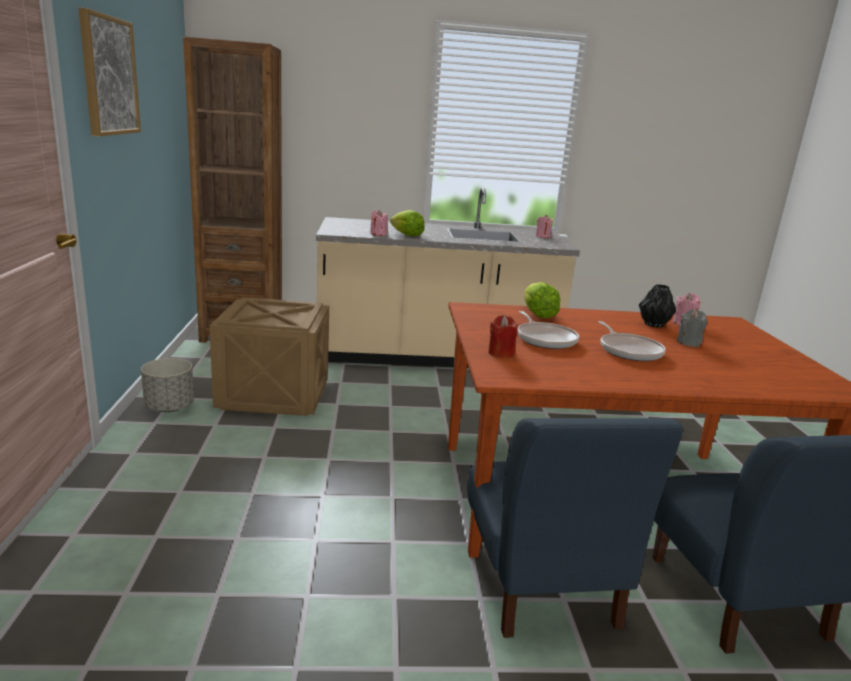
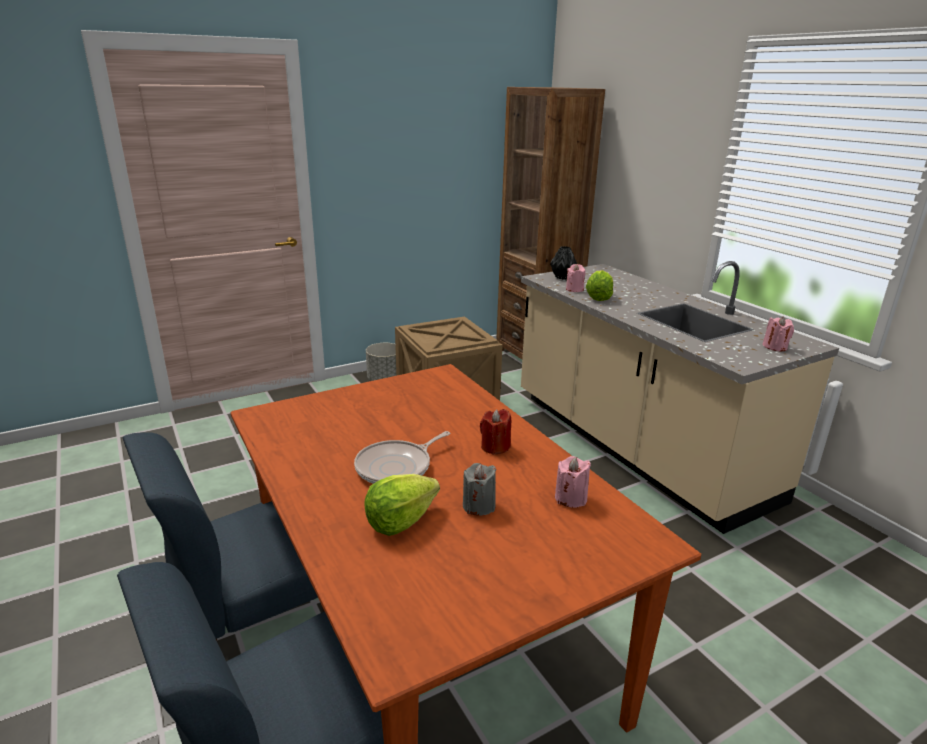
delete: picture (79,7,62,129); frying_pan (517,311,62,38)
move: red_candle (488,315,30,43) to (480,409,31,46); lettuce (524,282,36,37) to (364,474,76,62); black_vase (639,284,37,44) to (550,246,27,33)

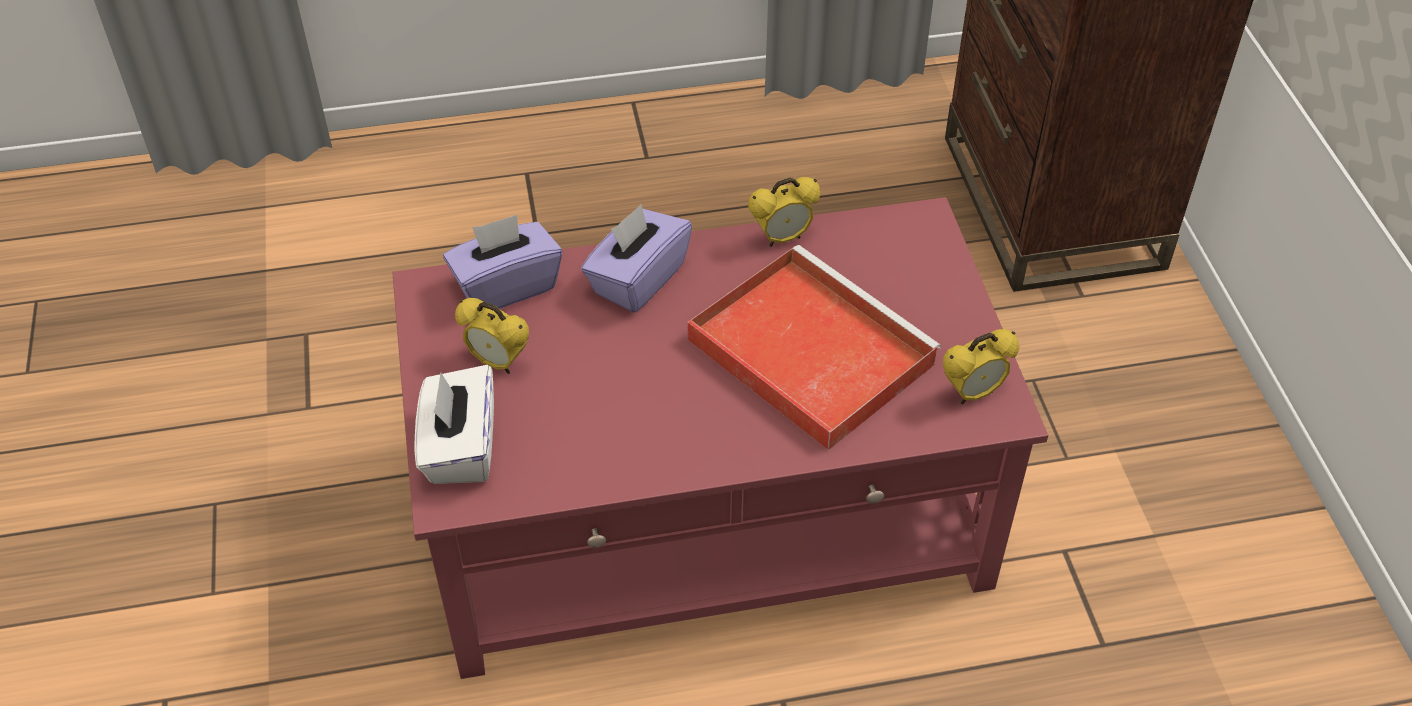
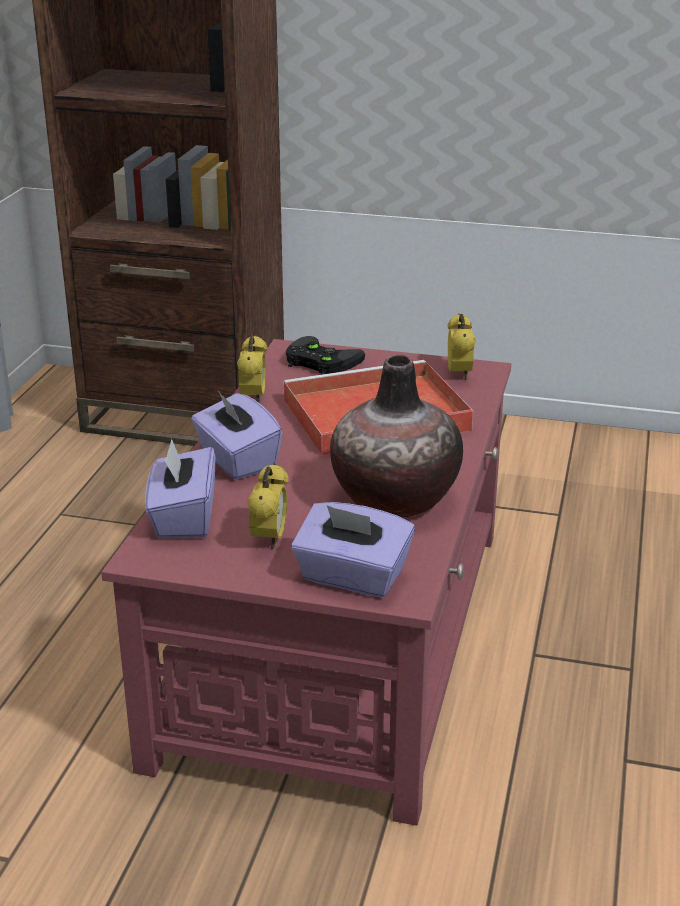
insert: black_game_controller (286,336,79,39); vase (330,355,133,163)
recolor: white_tissue_box (414,365,80,119) to purple_tissue_box (291,502,124,95)
rotate: alarm_clock (455,298,74,76) = (247,463,42,86) 45 degrees counterclockwise

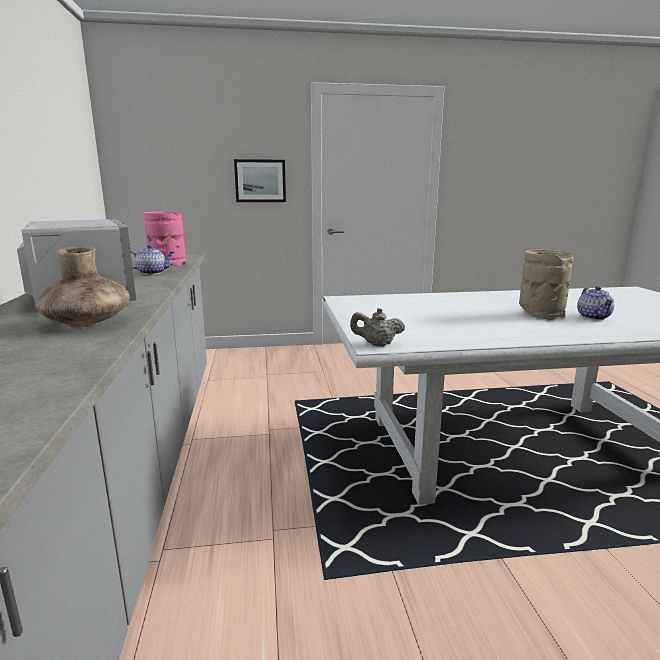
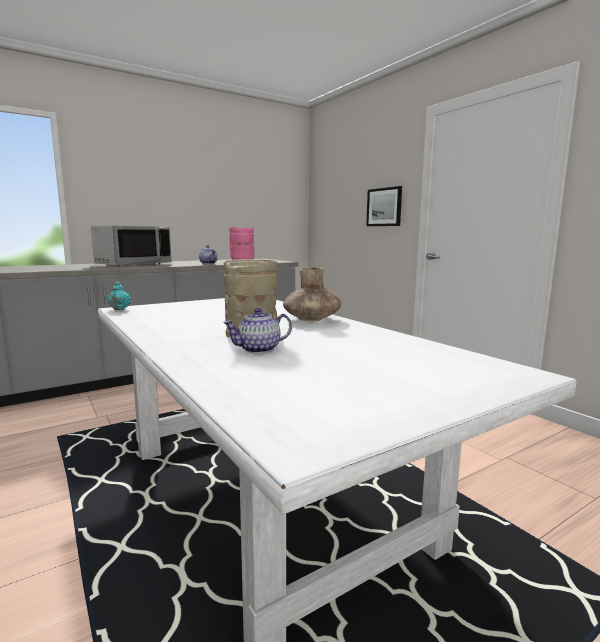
move: brown_vase (35,247,95,80) to (283,267,59,54)
recolor: beige_teapot (350,308,56,39) to turquoise_teapot (108,281,23,29)

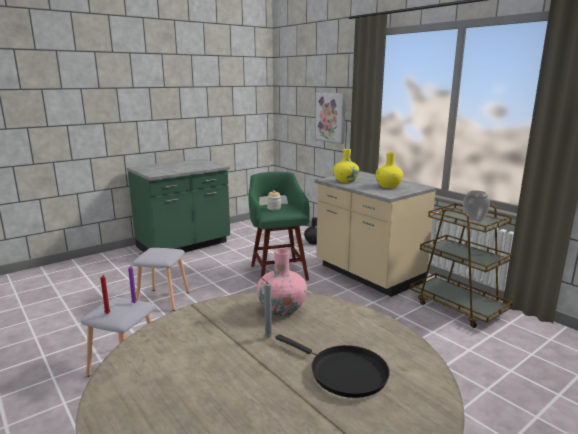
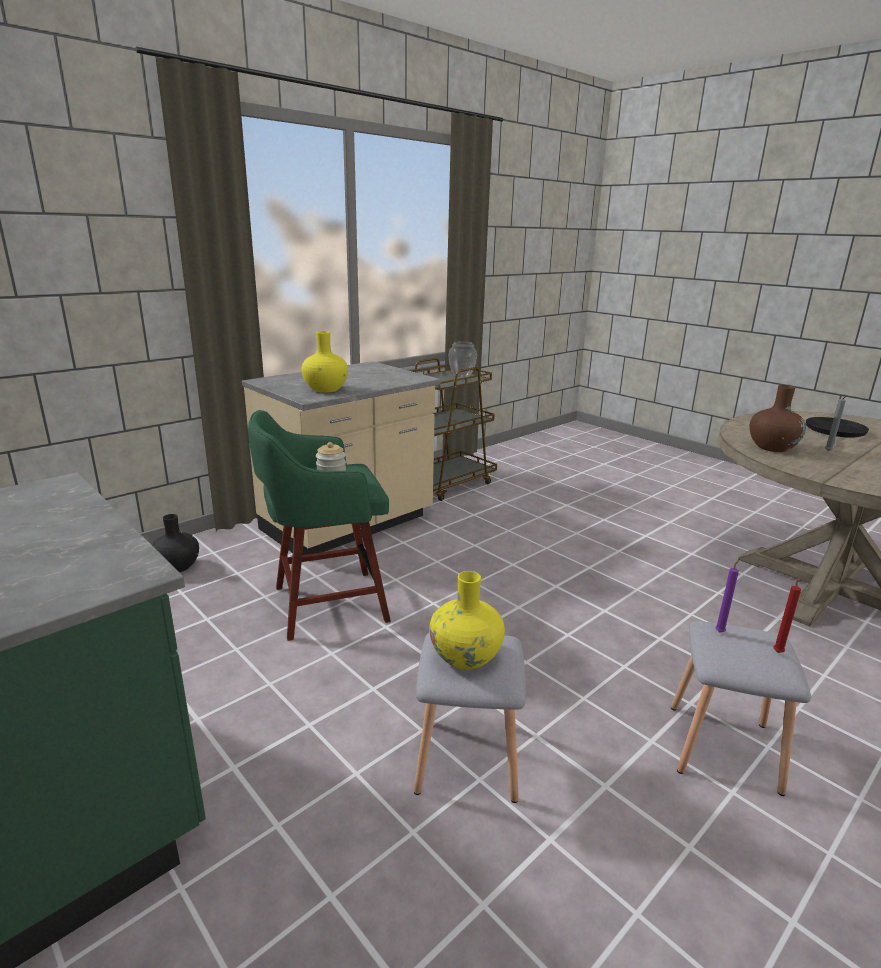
delete: picture (315,92,31,52)
move: yellow_vase (376,152,27,36) to (429,571,76,99)
recolor: pink_vase (257,248,50,68) to brown_vase (749,385,57,67)

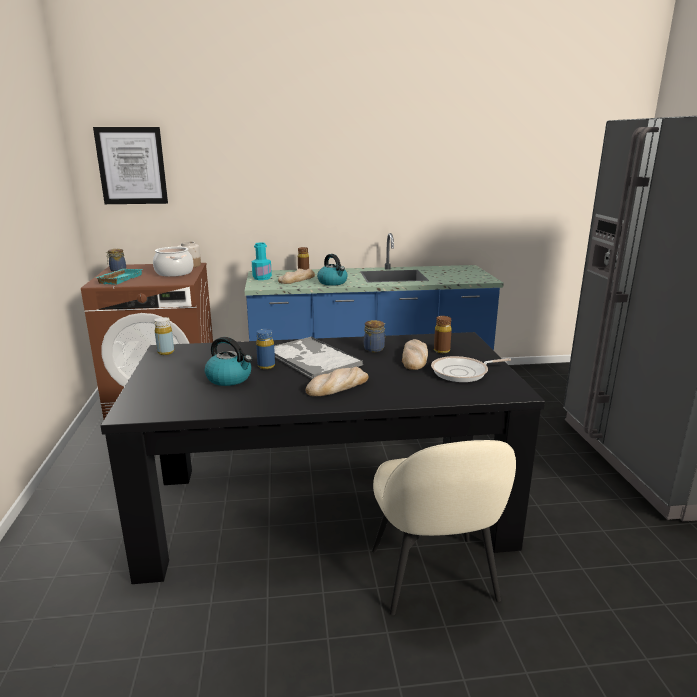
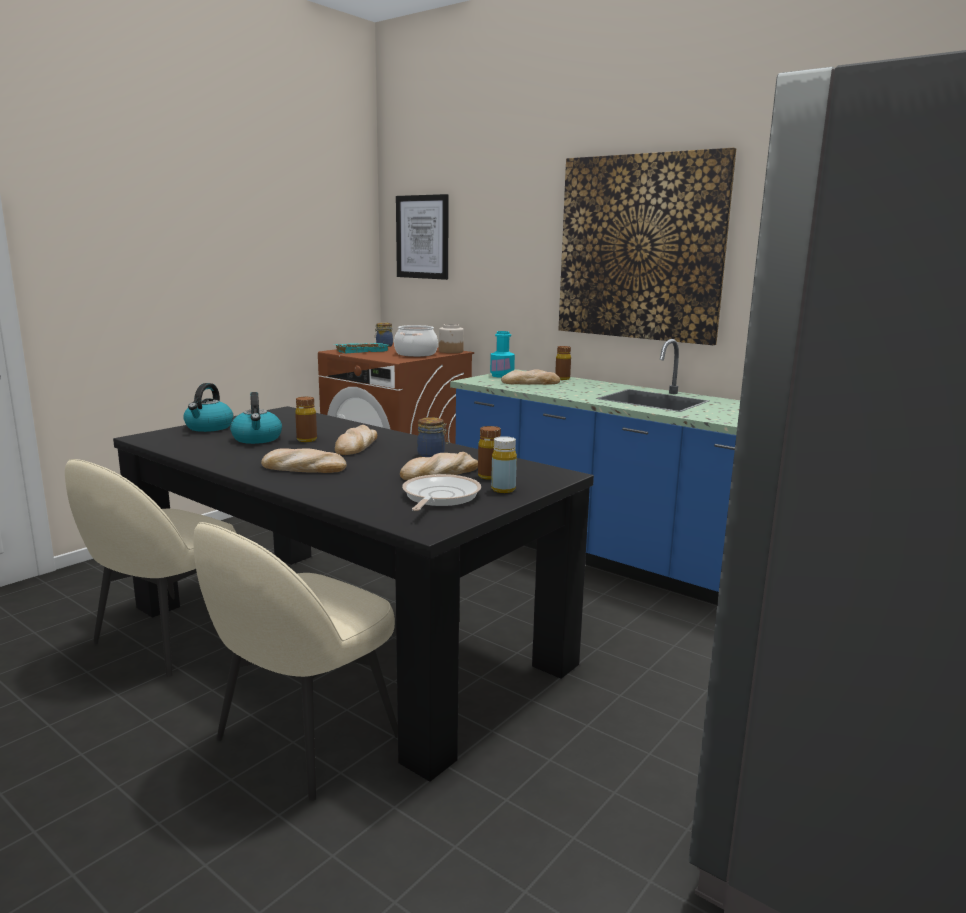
insert: beige_chair (65,459,171,218); picture (558,148,178,197)
move: yellow_bottle (154,317,20,38) to (491,436,26,57); kettle (317,254,31,32) to (183,383,50,49)
replace: tray (274,337,89,42) to bread (335,425,42,30)
recolor: blue_bottle (256,329,19,40) to brown_bottle (295,397,22,45)
rotate: frying_pan (431,356,80,26) = (402,474,79,37) 75 degrees clockwise

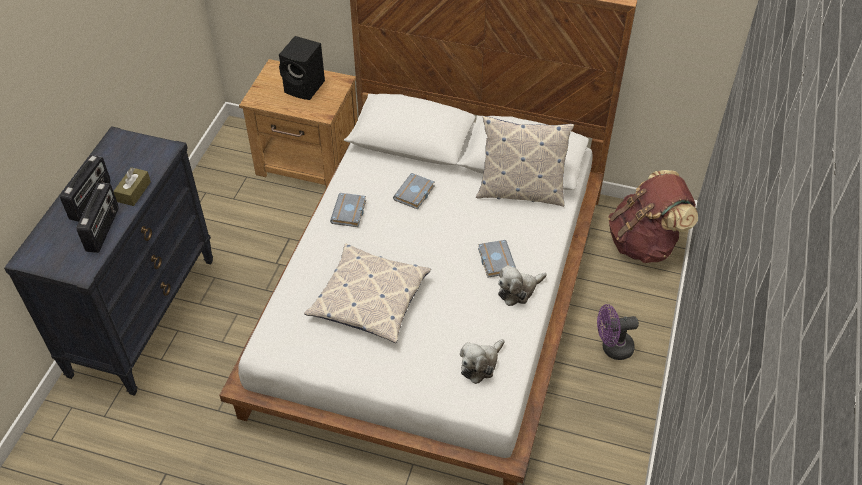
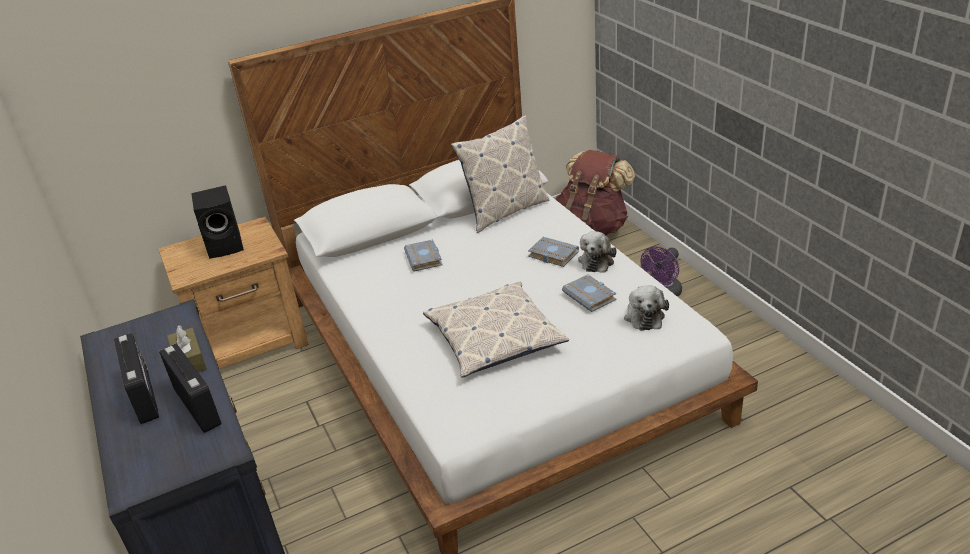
move: grey_book (330,193,36,34) to (562,274,54,38)

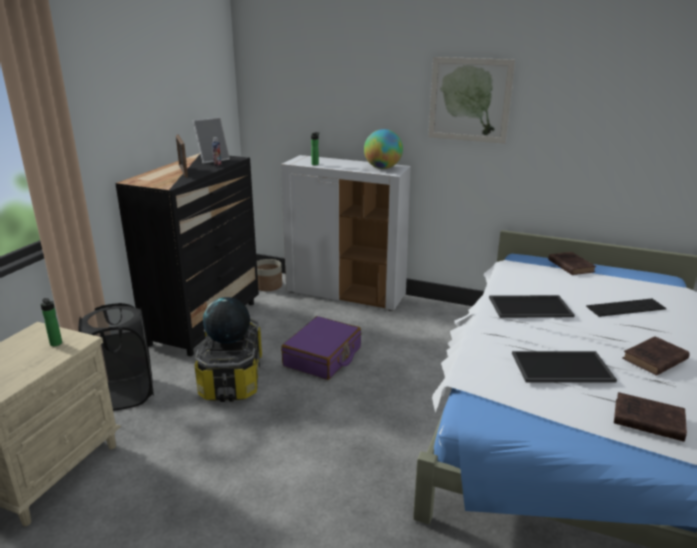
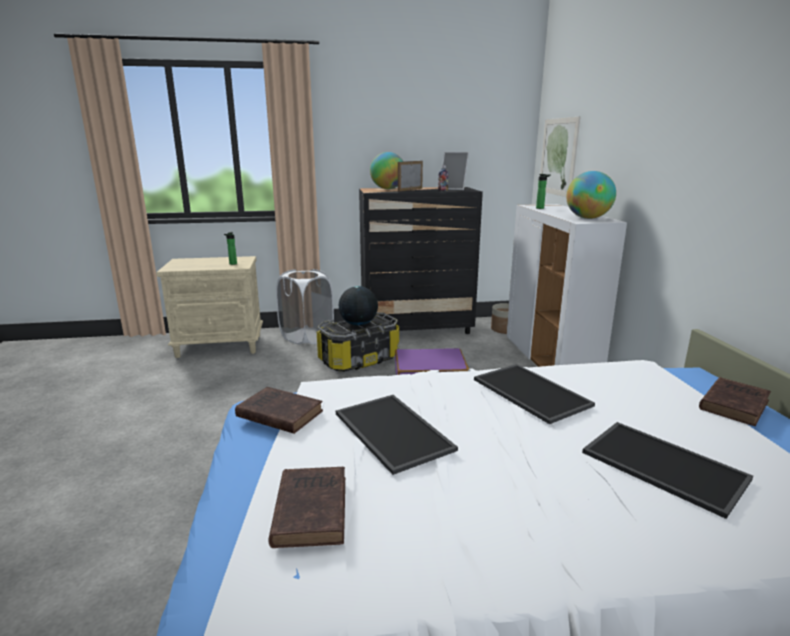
insert: globe (370,152,34,37)
move: picture (428,57,87,87) to (540,117,40,80); brown_book (623,336,67,40) to (235,387,88,47)
replace: keyboard (586,299,81,18) to tray (582,422,171,97)
recolor: black_laundry_basket (79,303,75,108) to white_laundry_basket (276,269,58,76)

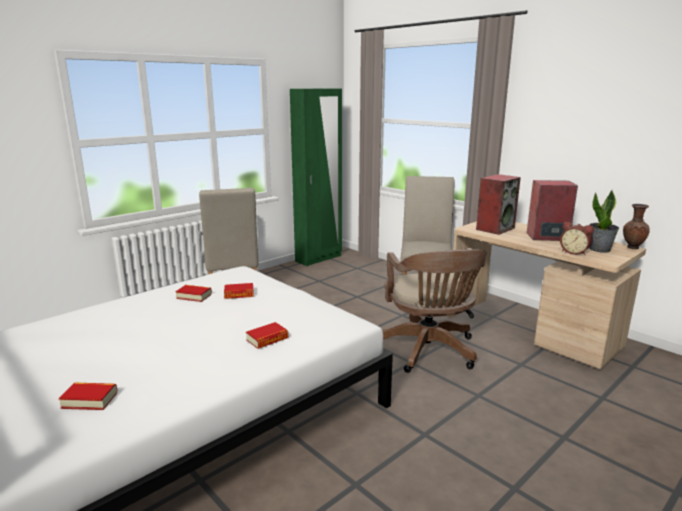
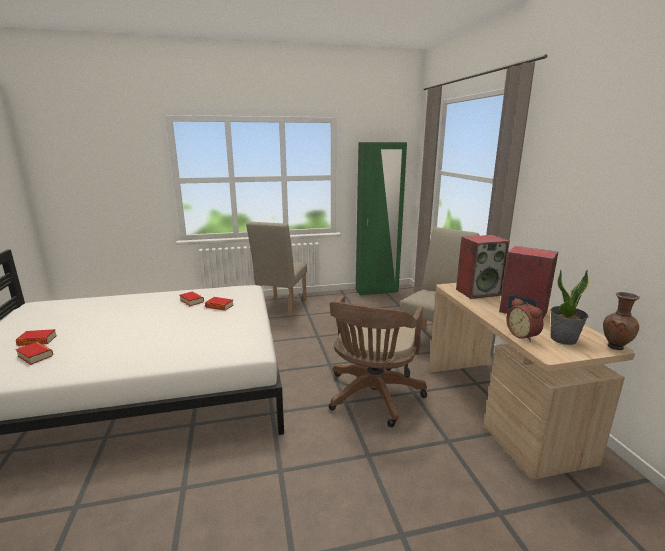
move: book (246,322,42,27) to (16,329,41,17)

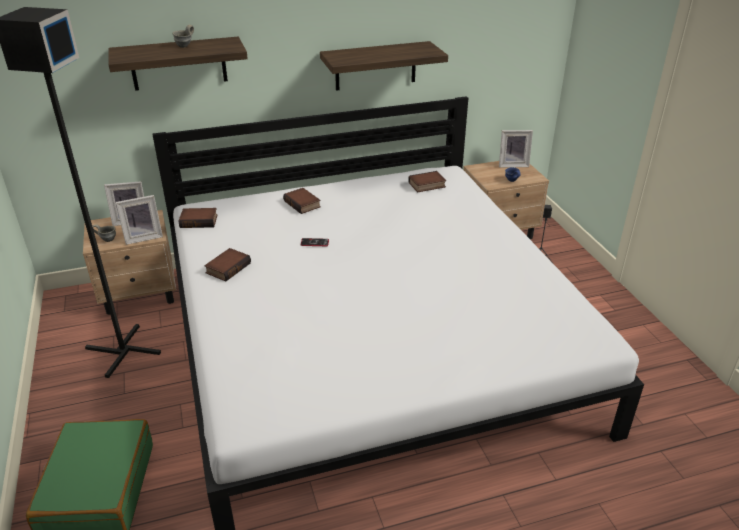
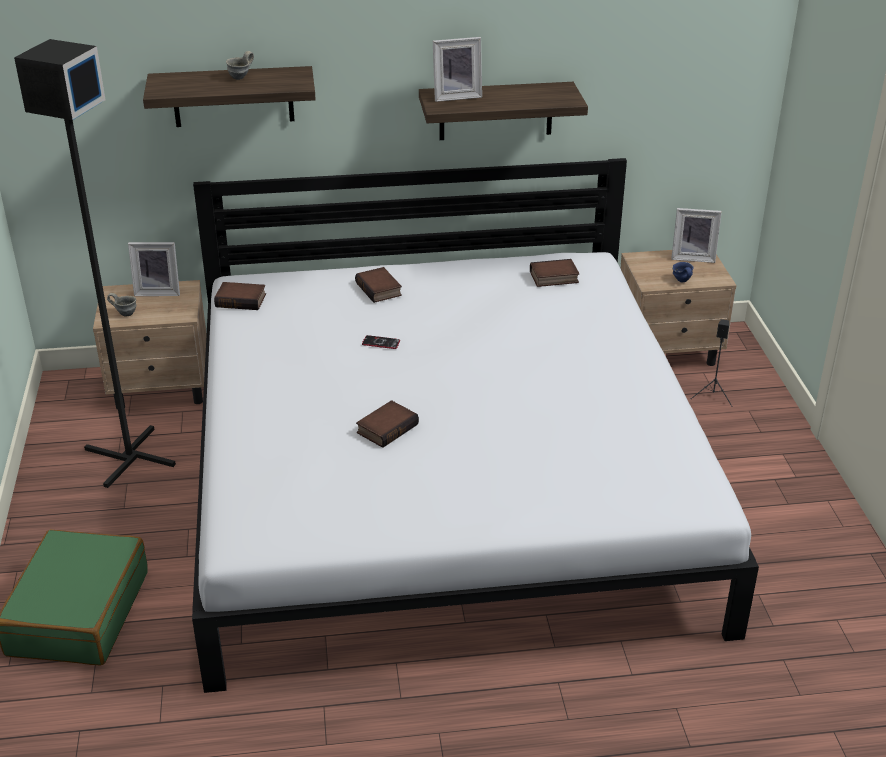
move: picture_frame (116,195,47,50) to (433,37,49,65); book (204,248,47,33) to (356,400,63,48)

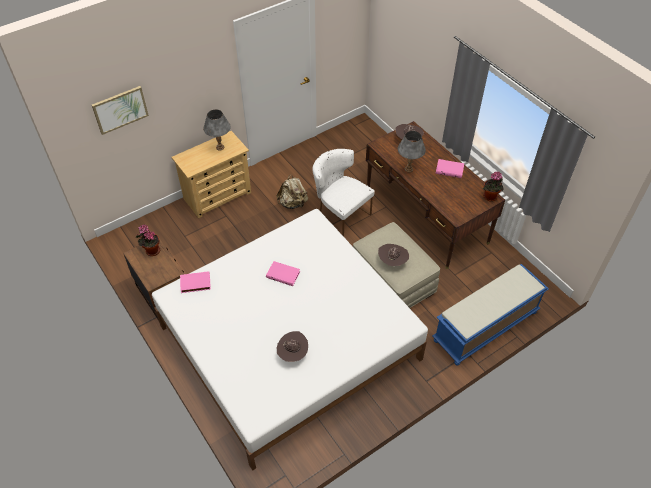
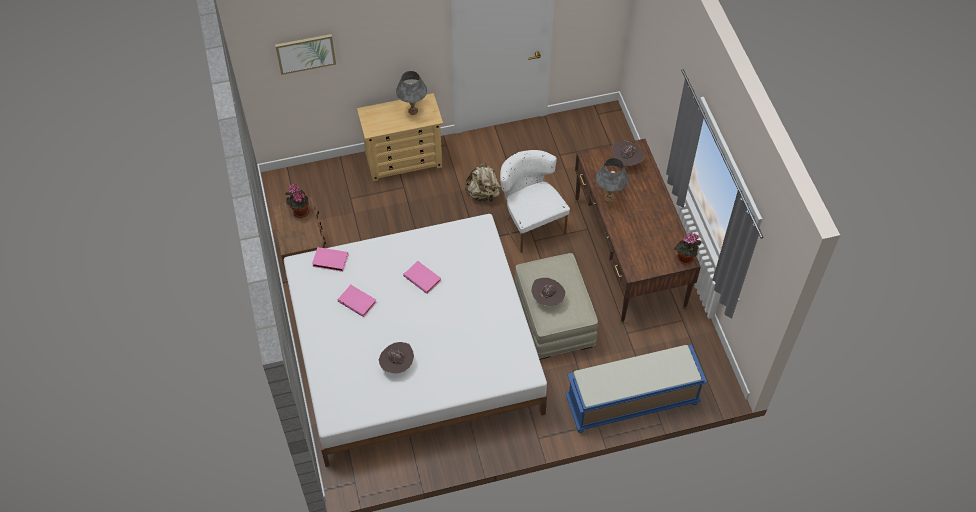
move: pink_book (436,159,28,19) to (338,285,38,32)

